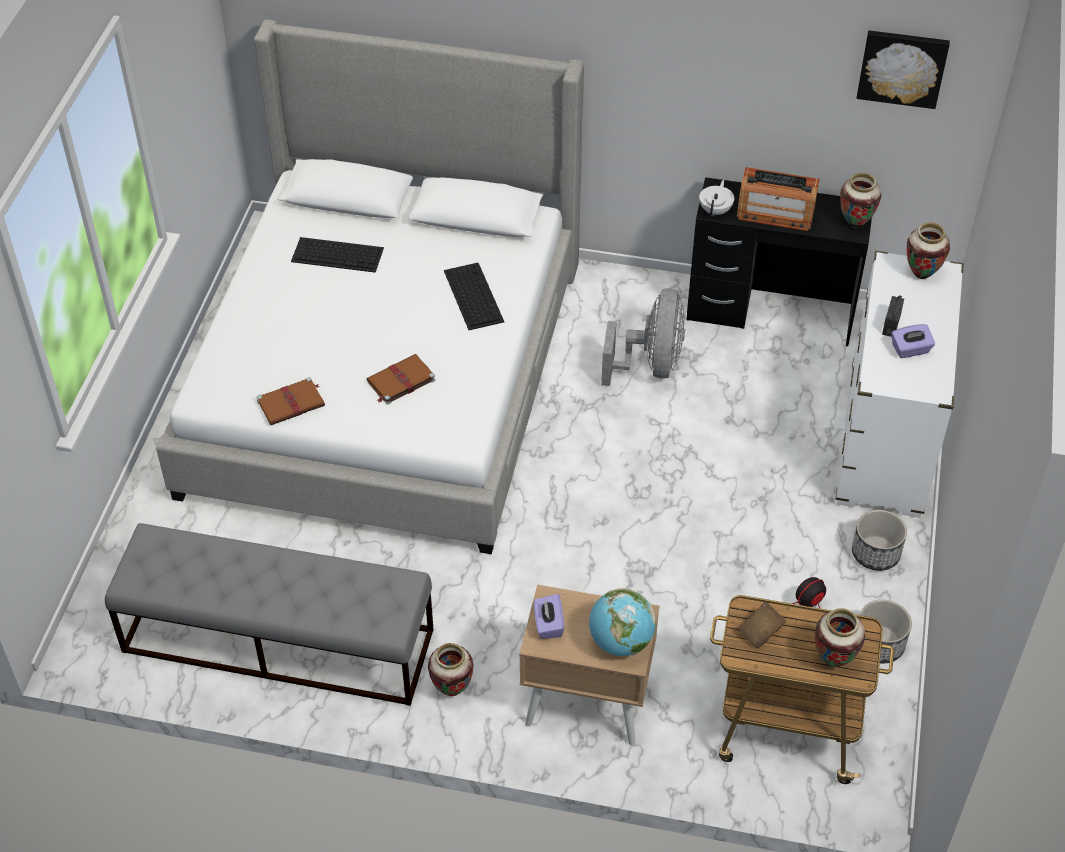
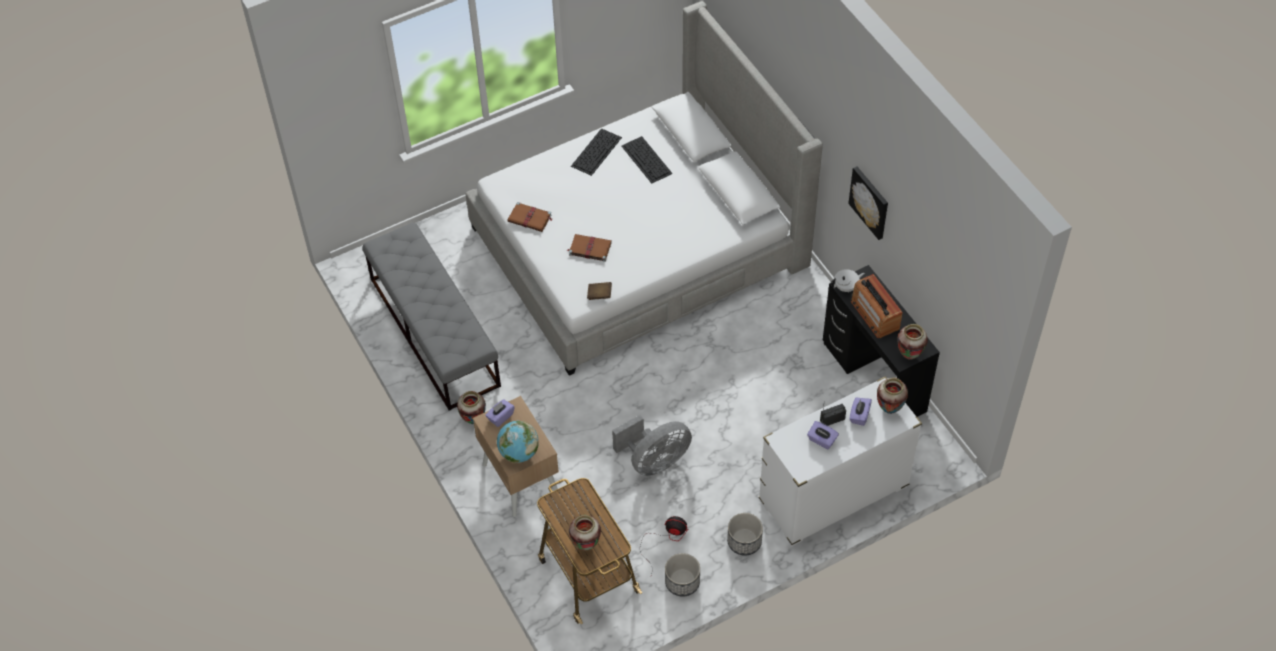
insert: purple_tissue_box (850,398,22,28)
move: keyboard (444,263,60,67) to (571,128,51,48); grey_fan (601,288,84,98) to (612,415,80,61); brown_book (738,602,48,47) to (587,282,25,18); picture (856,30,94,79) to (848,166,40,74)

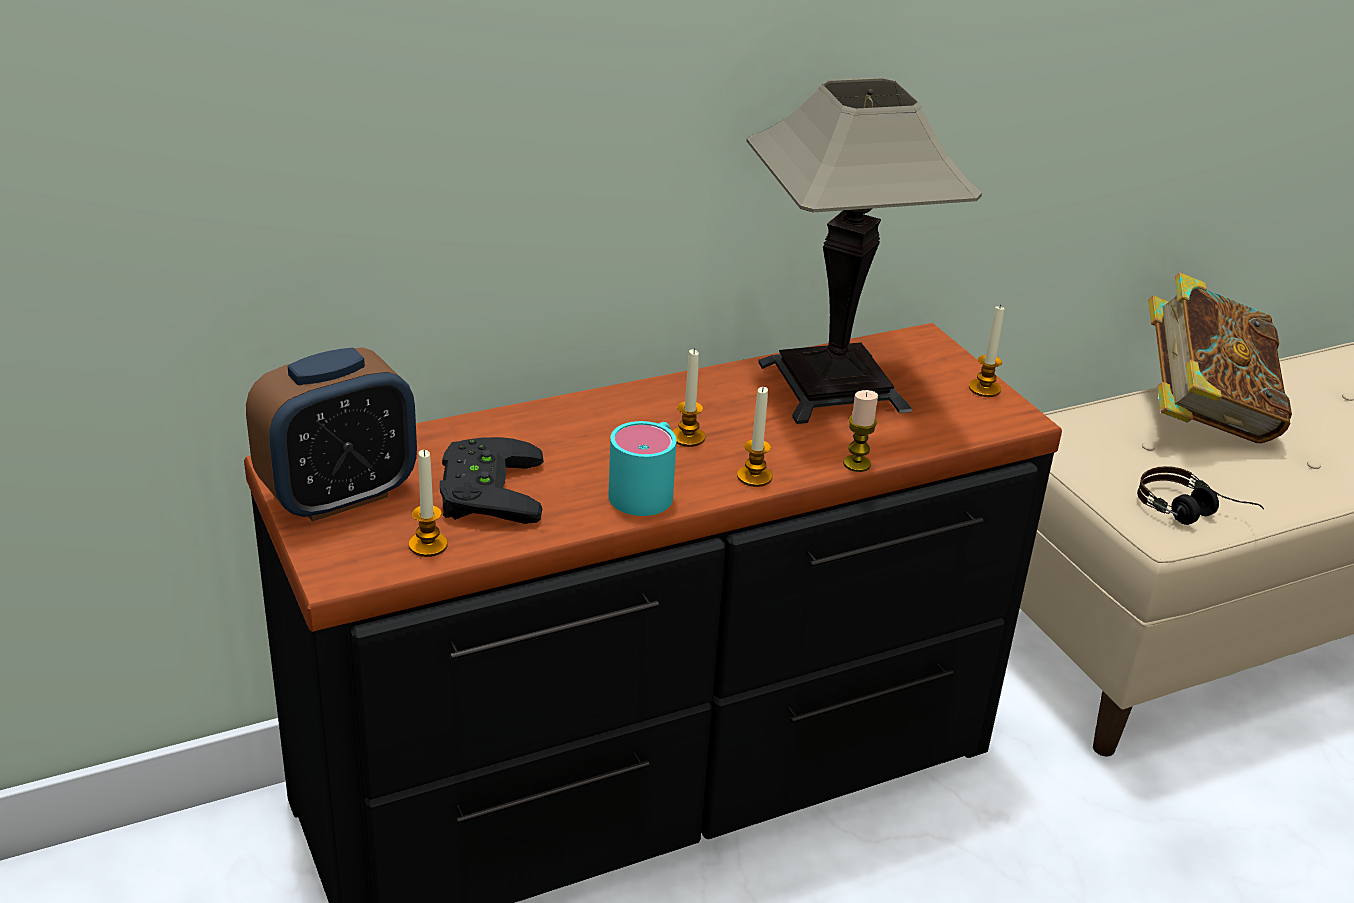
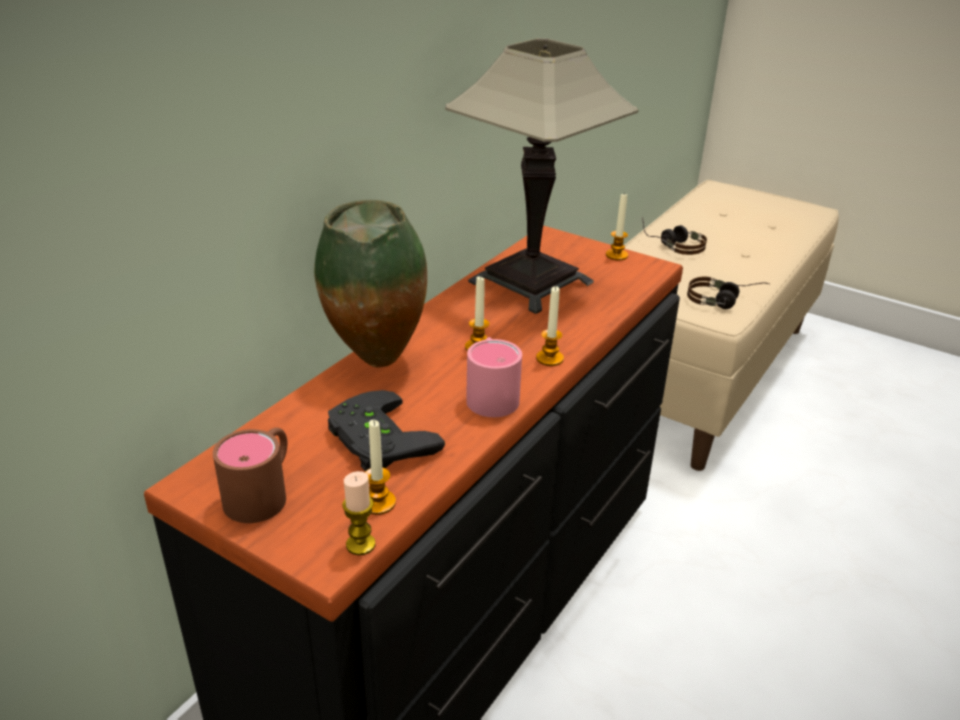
insert: vase (314,200,113,168)
move: candle (843,390,35,82) to (342,471,34,84)
replace: alarm_clock (246,347,171,175) to brown_mug (213,428,75,95); book (1148,272,144,171) to headphones (642,217,65,38)
recolor: turquoise_mug (608,421,69,95) to pink_mug (466,337,56,80)

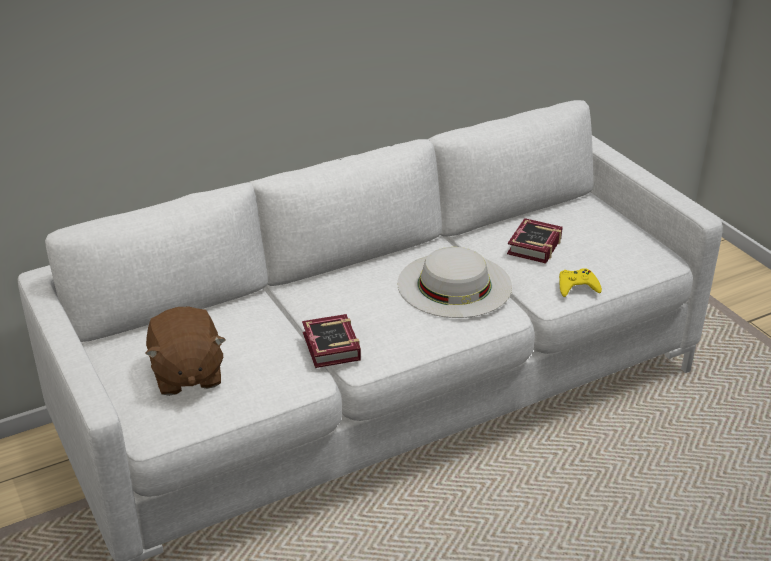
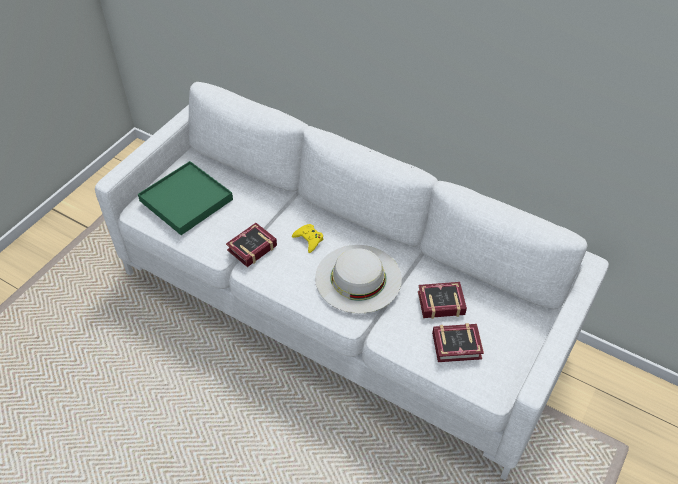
insert: book (432,323,52,39)
move: yellow_game_controller (559,268,43,29) to (292,224,31,29)
replace: brown_plush_toy (145,307,81,89) to green_tray (138,161,95,74)

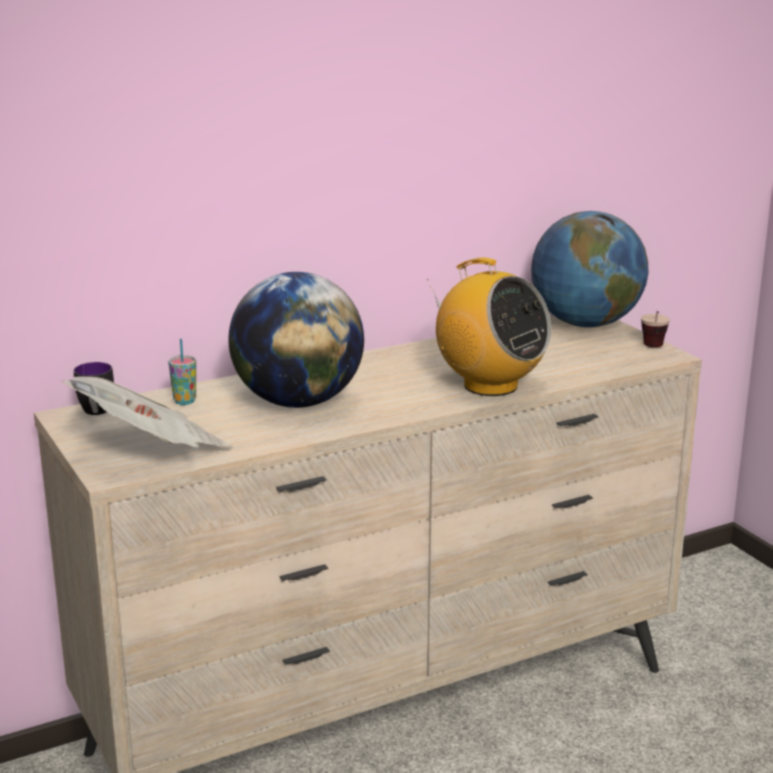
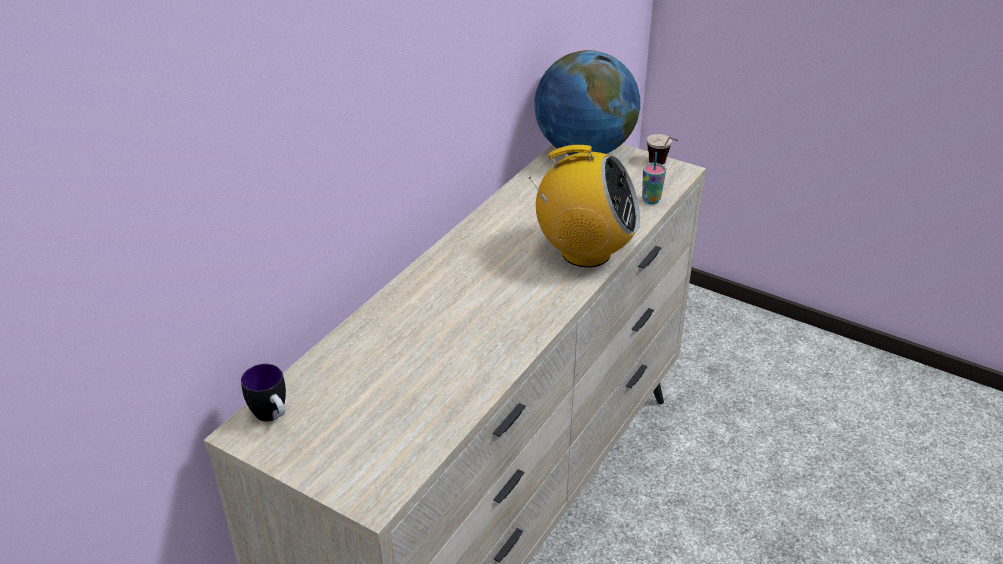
delete: newspaper (61,376,172,72); globe (229,272,135,136)
move: cup (168,339,28,66) to (642,152,24,52)

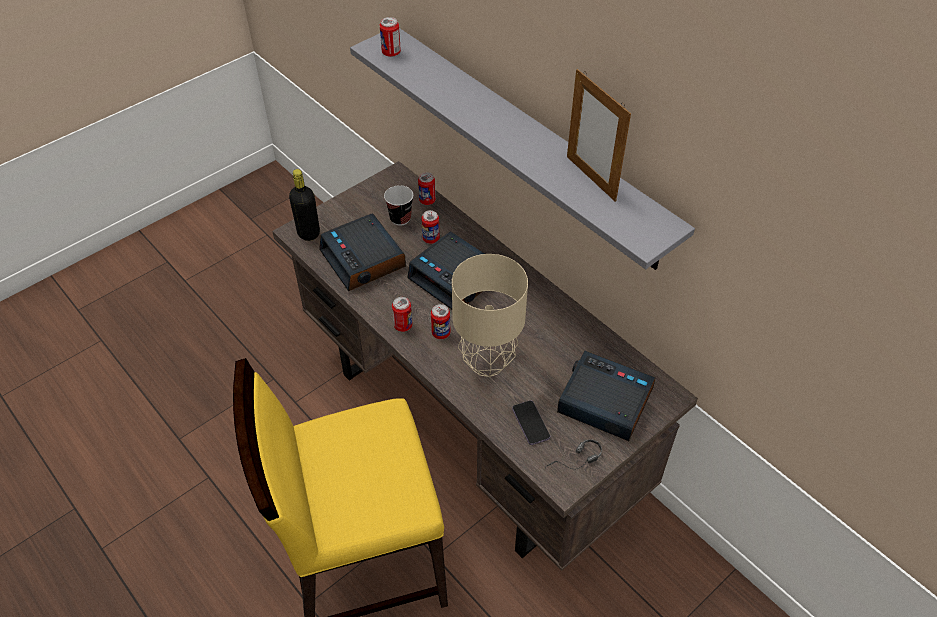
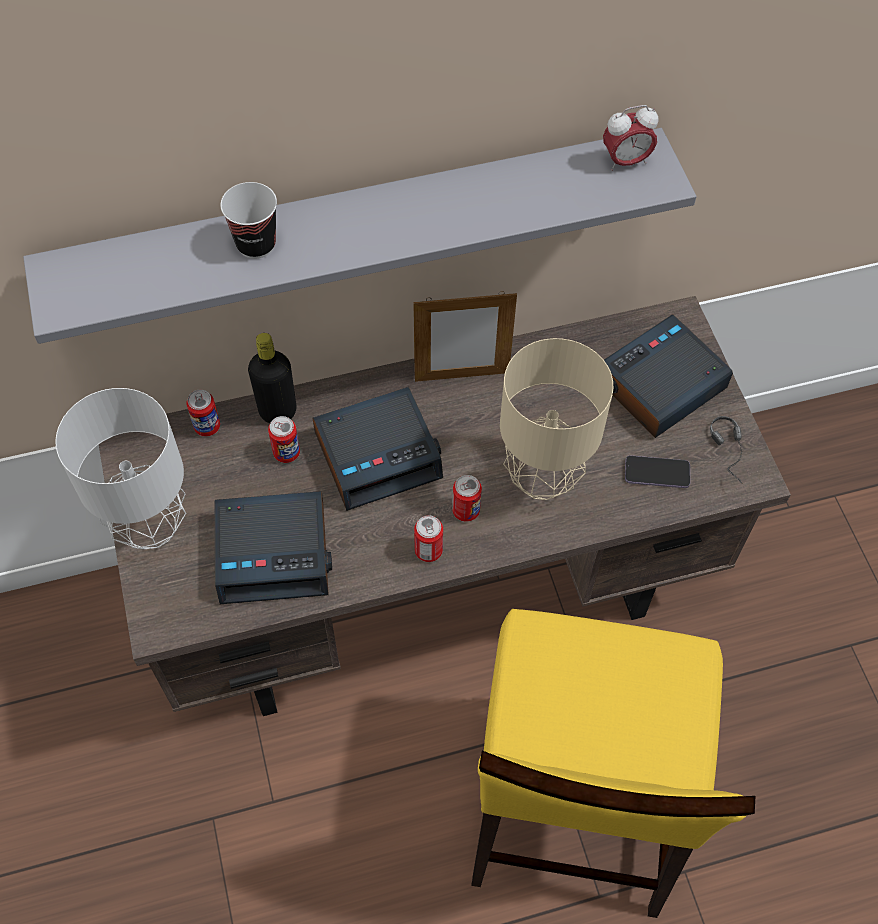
delete: can (380,17,21,40)
insert: grey_table_lamp (55,388,131,161); alarm_clock (603,105,55,66)
move: black_bottle (289,169,31,72) to (248,333,48,90); cup (384,185,29,41) to (220,182,57,77); picture_frame (567,69,64,133) to (413,291,104,91)

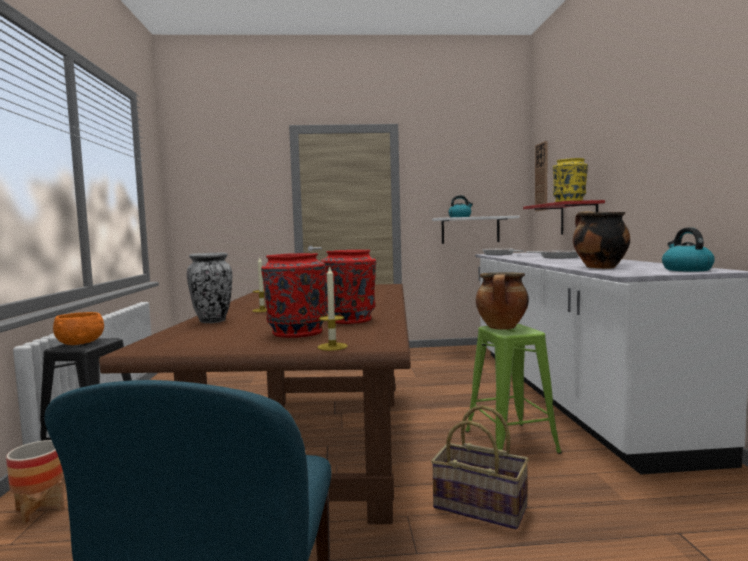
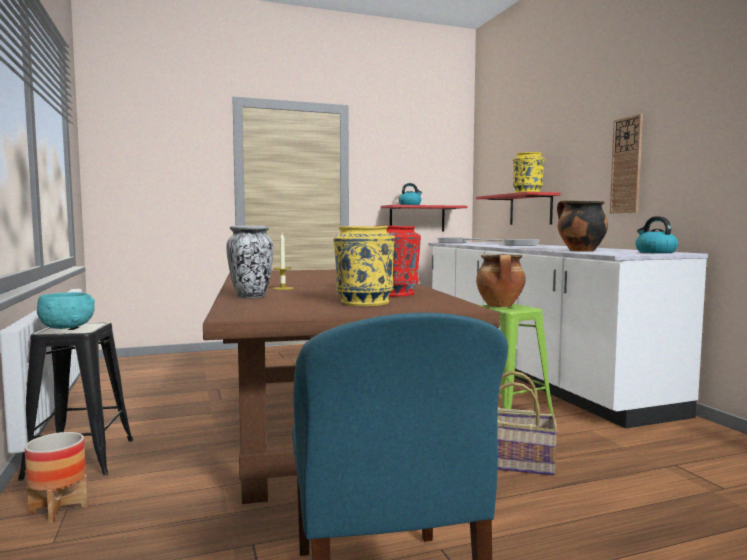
delete: candle (317,265,31,86)
move: wall_clock (535,141,13,70) to (610,114,33,99)
recolor: orange_bowl (53,312,51,33) to turquoise_bowl (37,292,58,37); red_vase (261,253,66,85) to yellow_vase (333,226,62,80); white_shelf (432,216,88,28) to red_shelf (381,205,86,27)

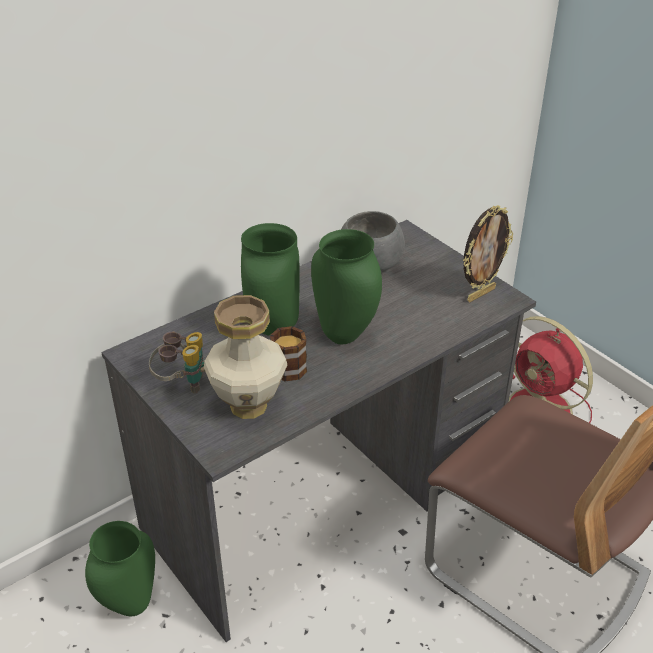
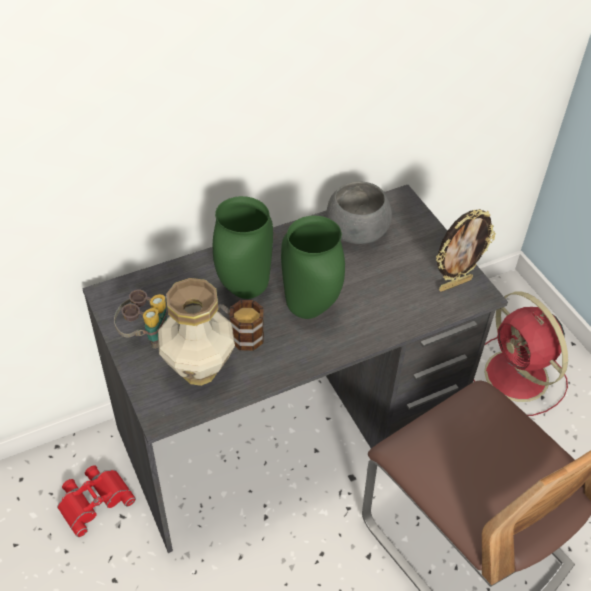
replace: green_vase (85,521,70,95) to red_binoculars (57,466,79,71)

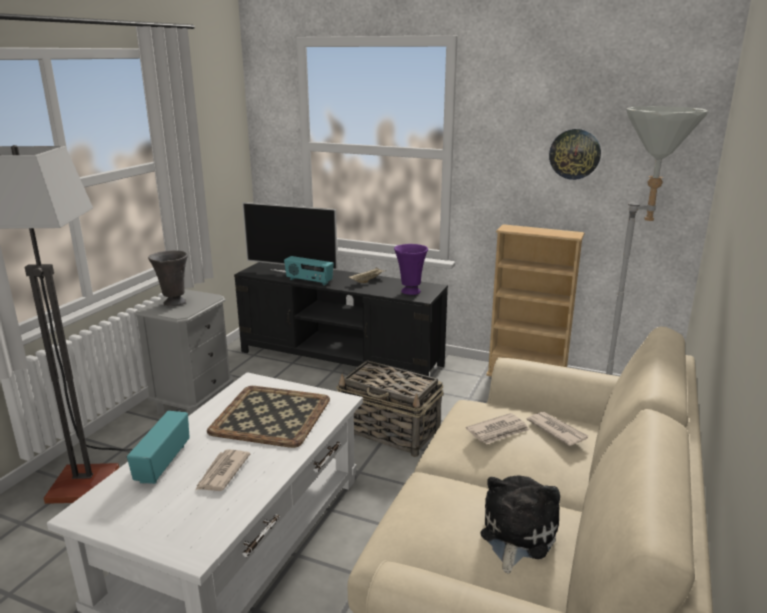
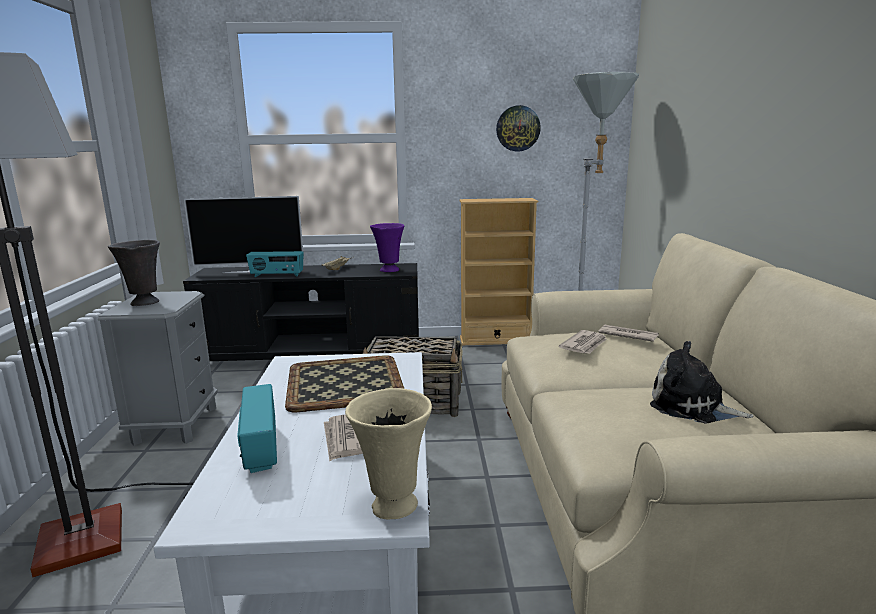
insert: beige_vase (345,388,87,131)
rotate: plush_toy (481,475,79,99) = (650,341,104,82) 60 degrees counterclockwise

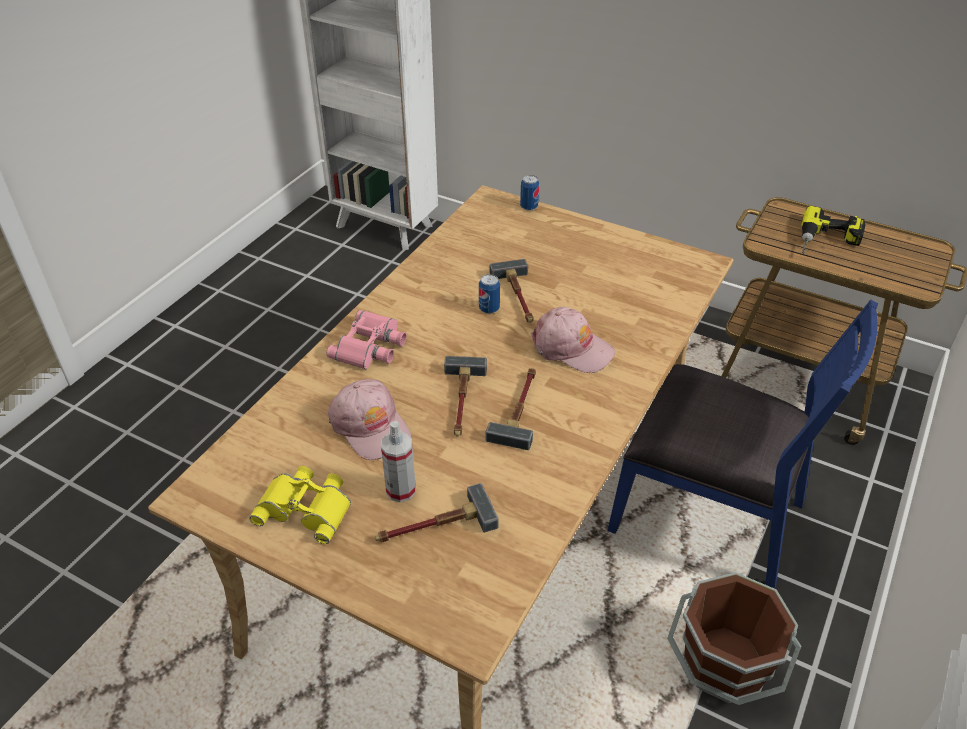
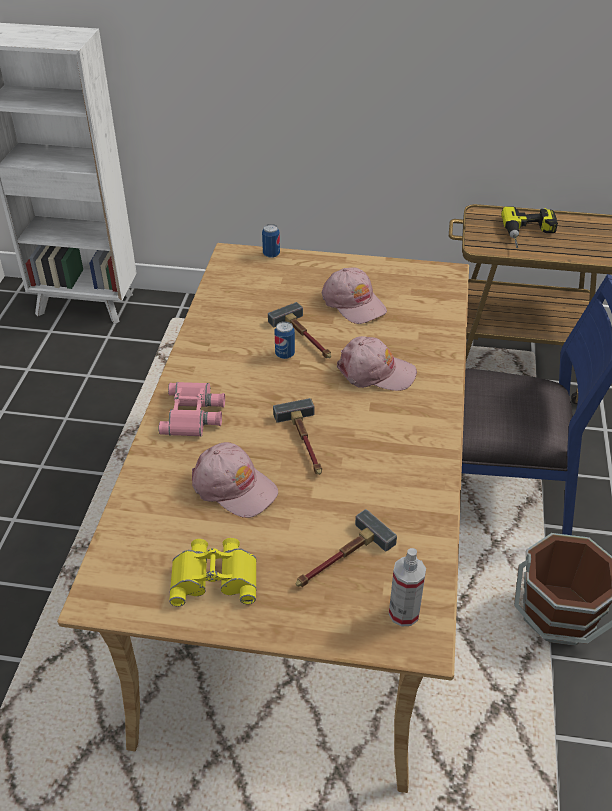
delete: hammer (486,368,50,82)
insert: pink_cap (322,267,65,57)
move: spray_bottle (381,421,35,81) to (389,548,37,78)

